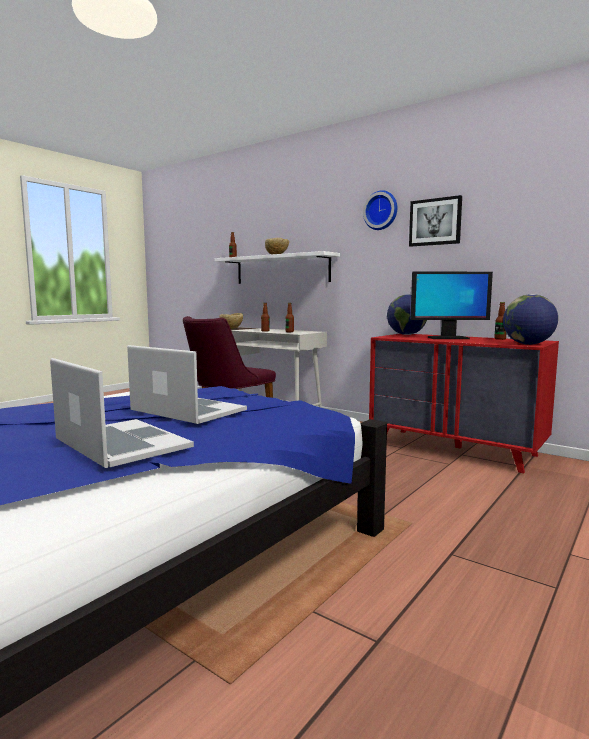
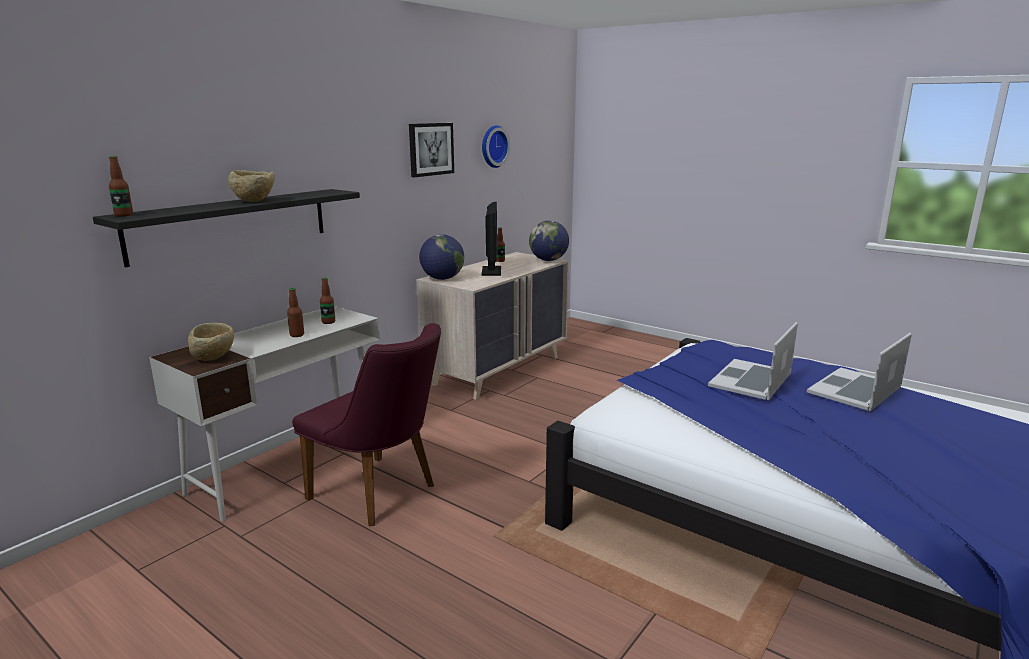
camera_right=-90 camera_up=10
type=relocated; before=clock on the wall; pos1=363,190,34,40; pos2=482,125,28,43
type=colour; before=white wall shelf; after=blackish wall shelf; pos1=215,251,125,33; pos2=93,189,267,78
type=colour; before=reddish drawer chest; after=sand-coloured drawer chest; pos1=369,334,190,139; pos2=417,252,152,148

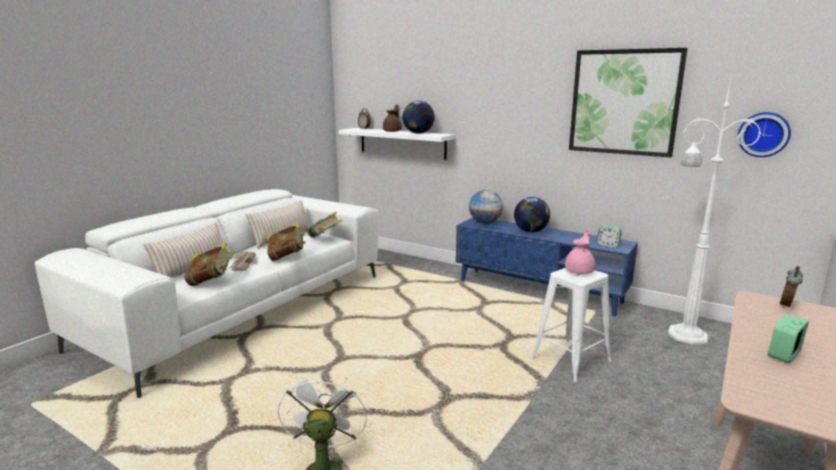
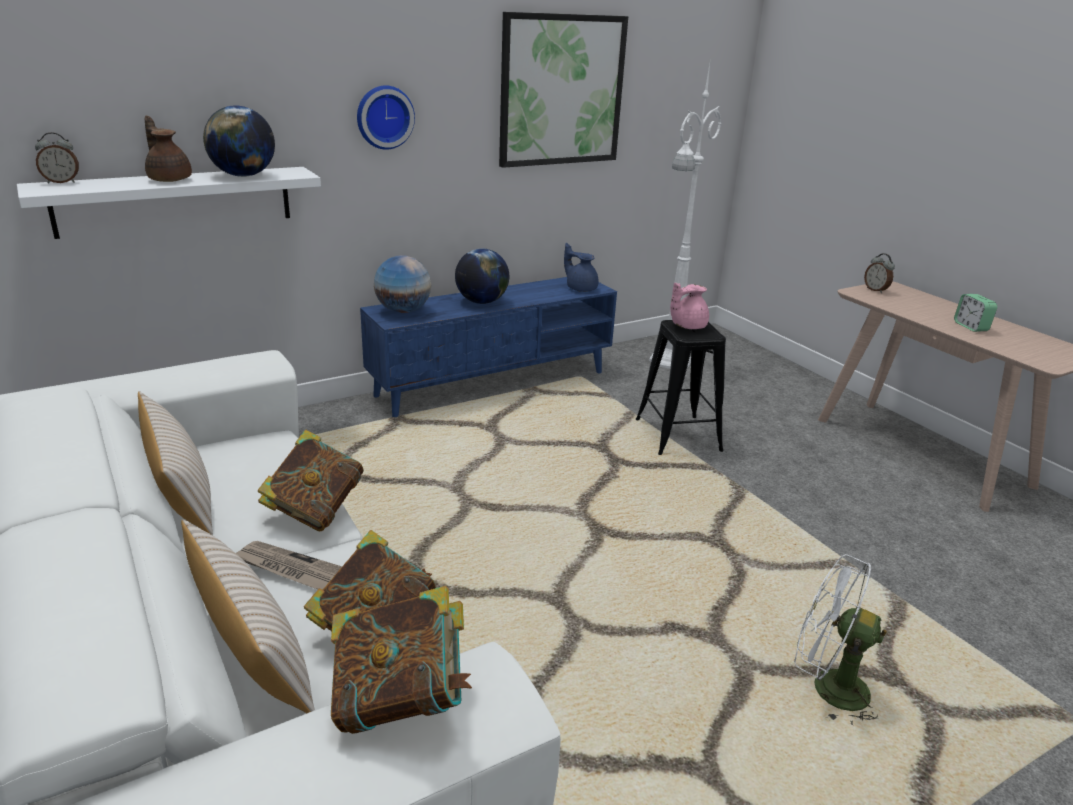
camera_right=-65 camera_up=10
type=relocated; before=clock on the wall; pos1=737,112,54,45; pos2=357,85,58,65
type=relocated; before=book; pos1=307,212,35,26; pos2=331,586,141,148
type=exchanged; before=bedside clock; after=bluish teapot; pos1=597,225,25,23; pos2=564,243,35,49
type=spun; before=pinkish teapot; pos1=565,228,31,46; pos2=670,283,39,46; turn=-90
type=colour; before=white stool seat; after=blackish stool seat; pos1=531,268,81,114; pos2=635,320,91,135

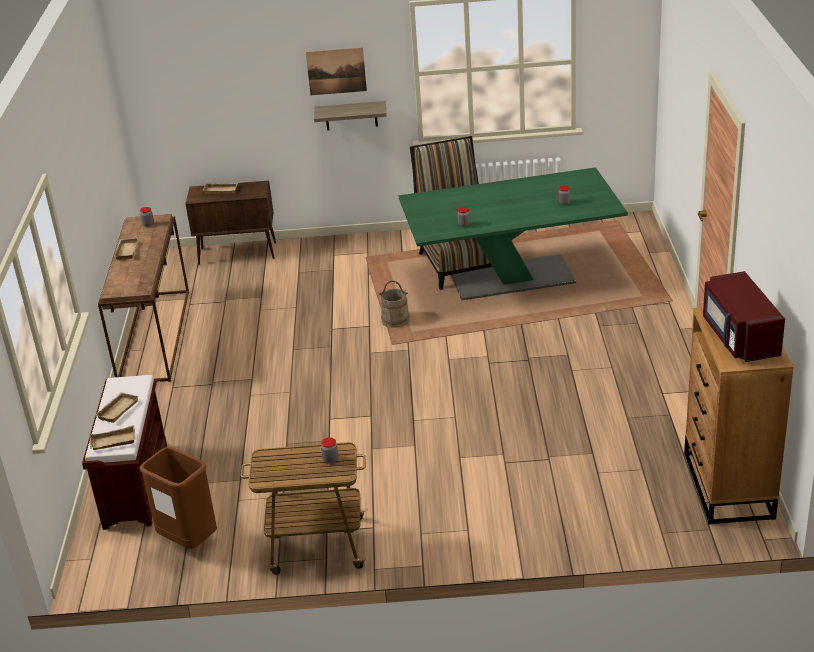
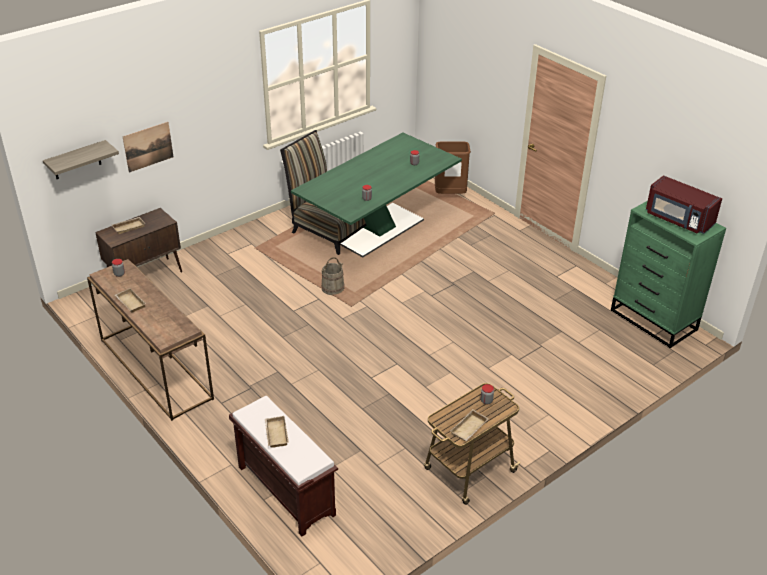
camera_right=-40 camera_up=5
type=relocated; before=wall picture; pos1=306,47,61,48; pos2=123,122,50,51
type=relocated; before=wall shelf; pos1=314,101,73,29; pos2=43,140,76,39
type=colour; before=brown drawer chest; after=green drawer chest; pos1=684,307,110,217; pos2=611,201,115,147
type=relocated; before=sand-coloured tray; pos1=90,425,45,25; pos2=450,409,39,32
type=relocated; before=brown trash can; pos1=139,447,78,102; pos2=435,141,36,53

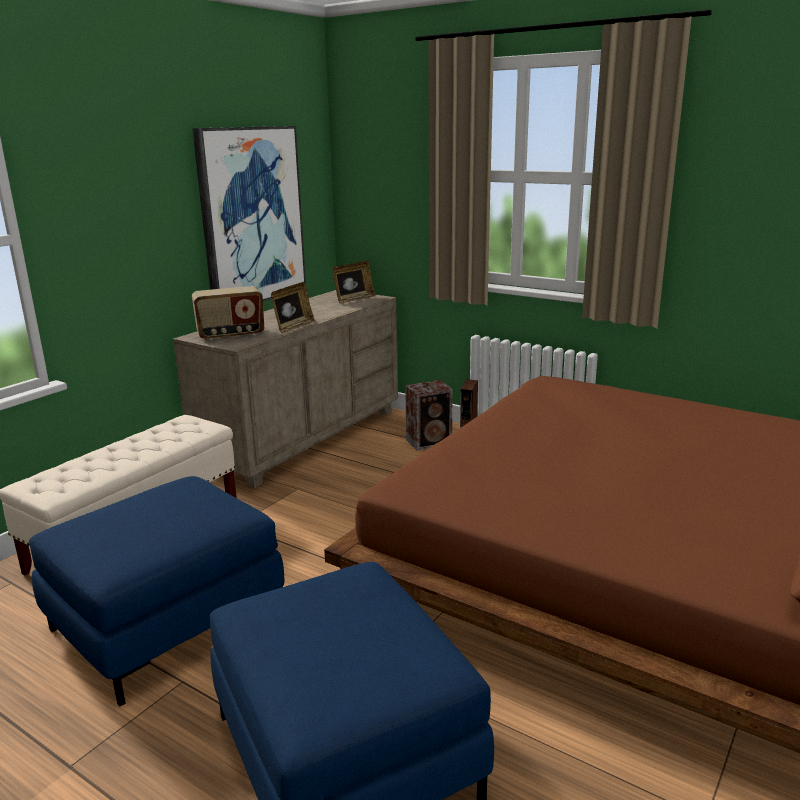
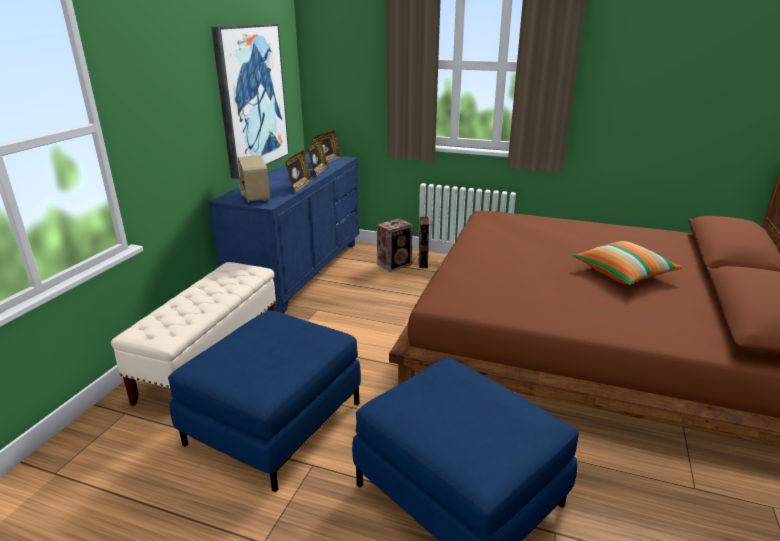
camera_right=-15 camera_up=5
type=spun; before=radio set; pos1=192,286,72,55; pos2=238,155,32,48; turn=105
type=colour; before=sand-coloured drawer chest; after=bluish drawer chest; pos1=173,290,225,199; pos2=208,153,151,160
type=appeared; after=photo frame; pos2=308,138,21,38
type=appeared; after=cushion; pos2=573,241,109,44

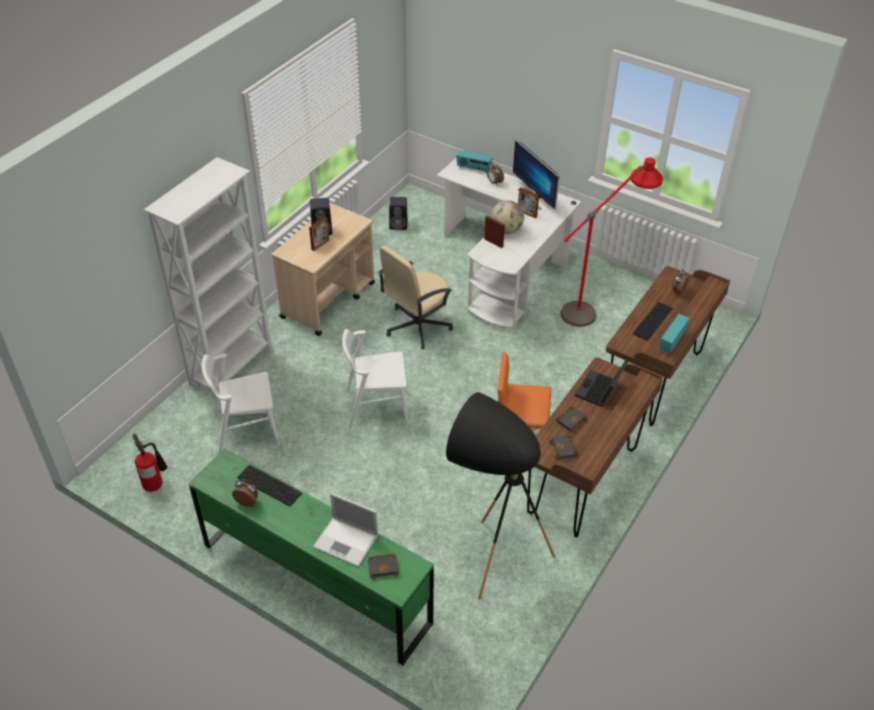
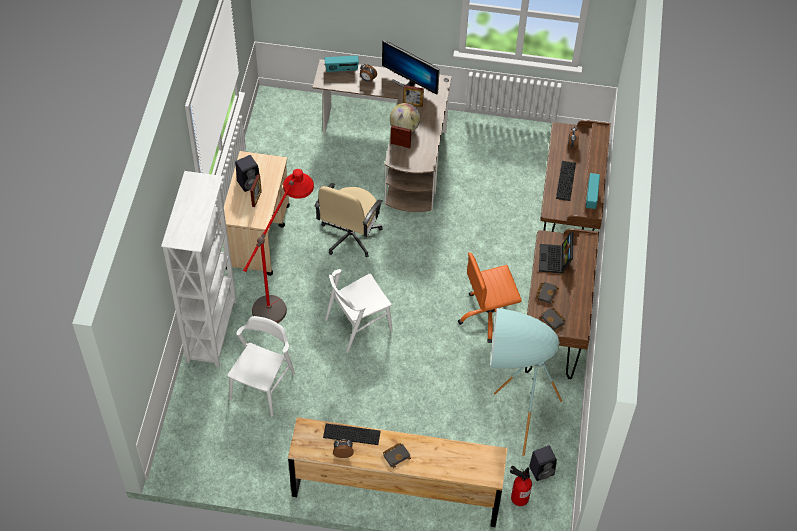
camera_right=-25 camera_up=10
type=relocated; before=reddish floor lamp; pos1=560,157,103,170; pos2=243,169,71,154
type=colour; before=white desk; after=brown desk; pos1=437,158,144,172; pos2=313,59,139,153
type=relocated; before=blackish speaker; pos1=389,197,19,33; pos2=529,445,28,36
type=spun; before=white chair; pos1=202,354,78,99; pos2=228,316,67,100; turn=150
type=colour; before=blackish floor lamp; after=turquoise floor lamp; pos1=446,392,110,208; pos2=490,308,72,148
type=relocated; before=extinguisher; pos1=132,434,35,58; pos2=510,466,22,40
type=colour; before=green drawer chest; after=brown drawer chest; pos1=188,448,246,217; pos2=288,417,219,110
type=missing; before=notebook computer; pos1=313,493,65,74
type=relocated; before=blackish book; pos1=368,554,31,25; pos2=383,443,28,25

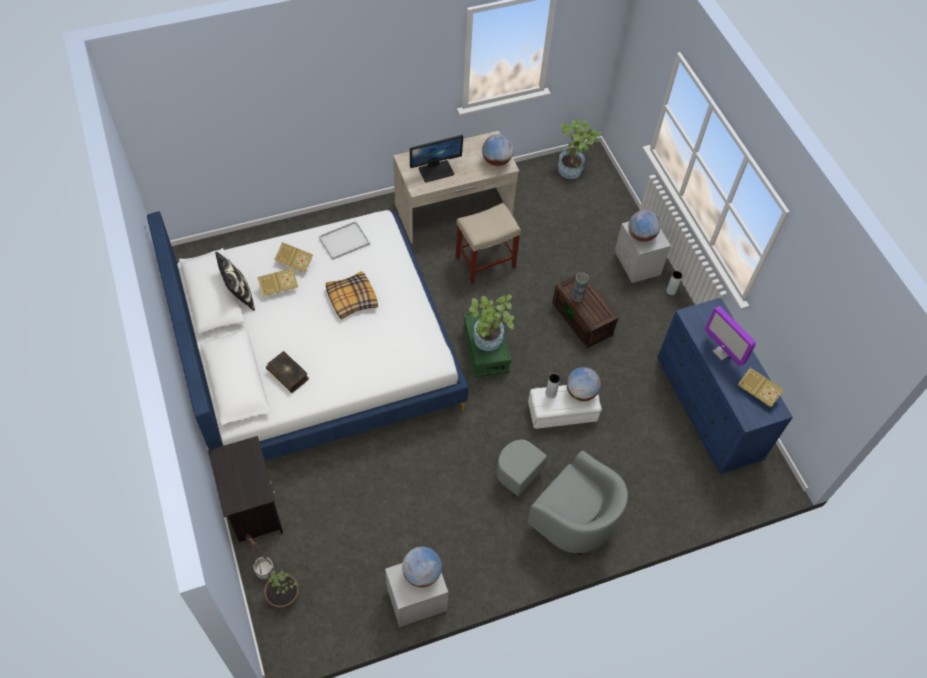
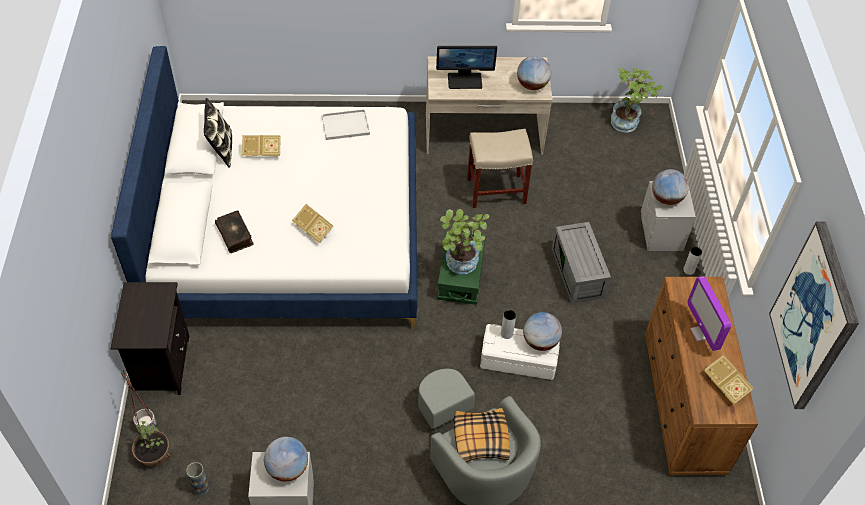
camera_right=20 camera_up=-5
type=relocated; before=book; pos1=274,242,39,31; pos2=292,204,41,39
type=relocated; before=cushion; pos1=326,271,52,48; pos2=454,408,56,54
type=relocated; before=flower vase; pos1=572,272,17,30; pos2=186,462,23,34
type=colour; before=brown storage box; after=greyish storage box; pos1=552,276,66,72; pos2=551,222,60,82
type=colour; before=bluish drawer chest; after=brown drawer chest; pos1=657,298,136,176; pos2=645,277,113,198
type=appeared; after=wall picture; pos2=769,222,90,187

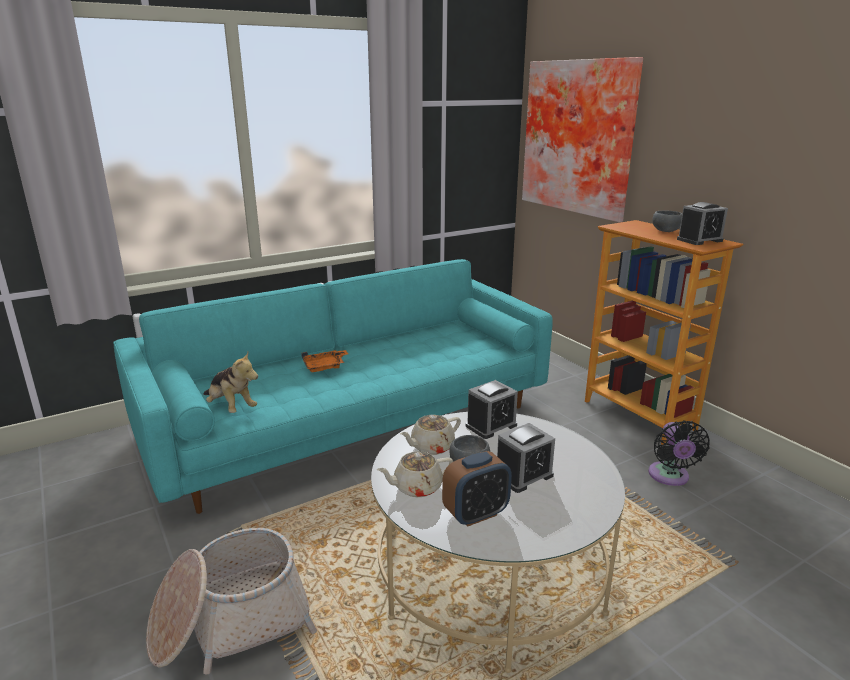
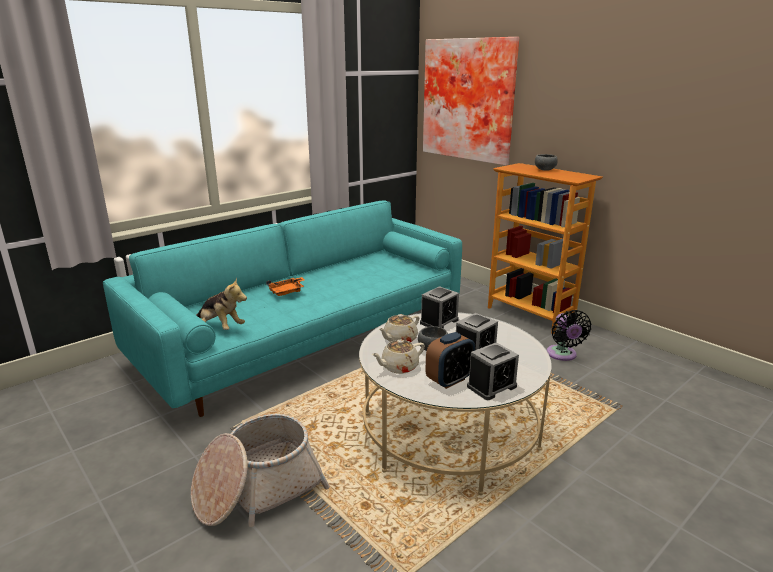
camera_right=-10 camera_up=0
type=relocated; before=bedside clock; pos1=677,202,51,43; pos2=467,342,52,58

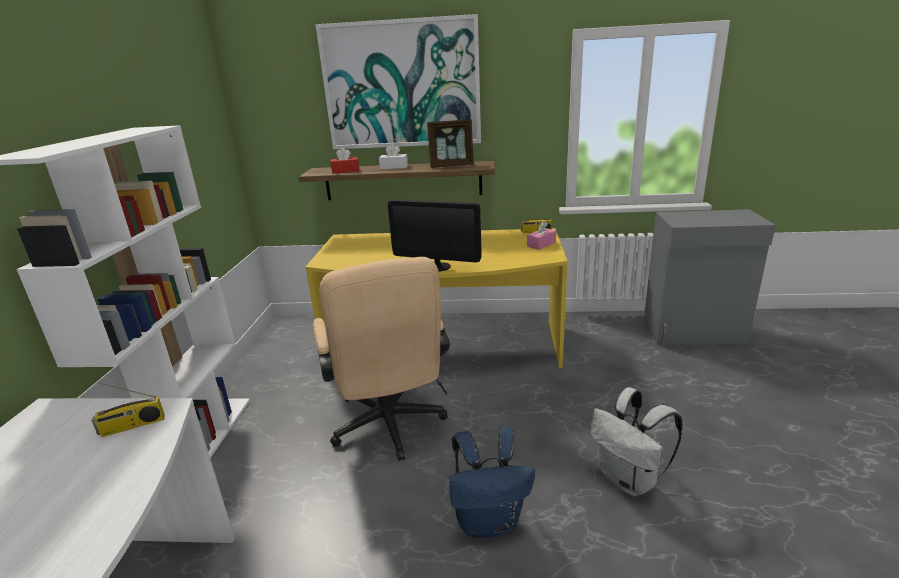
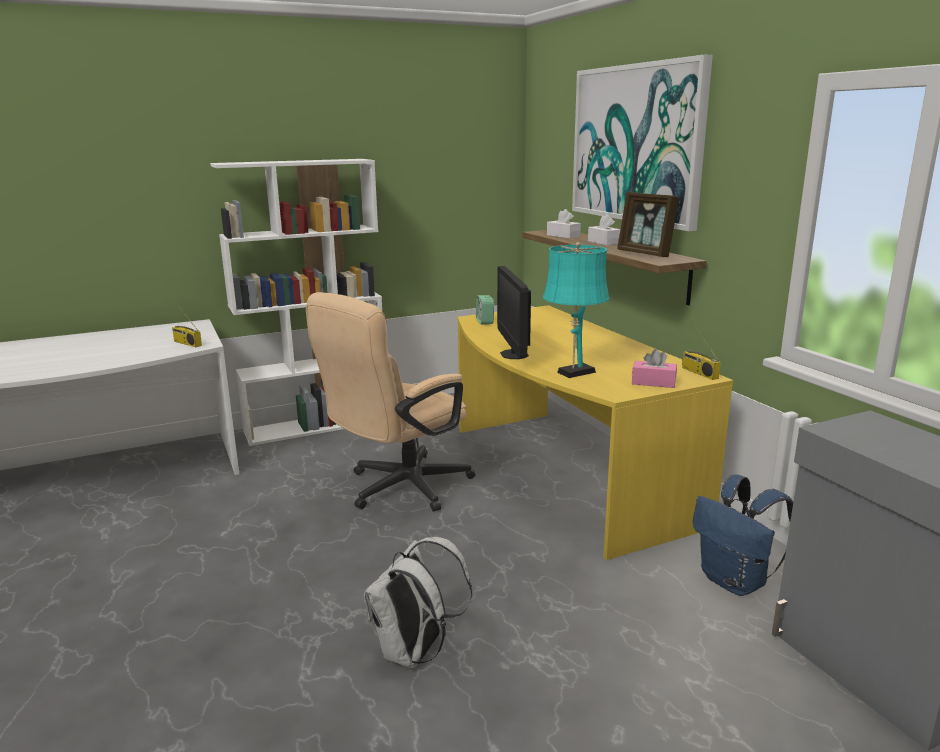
camera_right=60 camera_up=-5
type=colour; before=reddish box of tissues; after=white box of tissues; pos1=331,148,28,26; pos2=547,209,34,30
type=relocated; before=bluish backpack; pos1=449,426,86,112; pos2=692,474,101,122
type=appeared; after=turquoise tabletop lamp; pos2=543,242,67,136
type=appeared; after=bedside clock; pos2=476,295,18,30

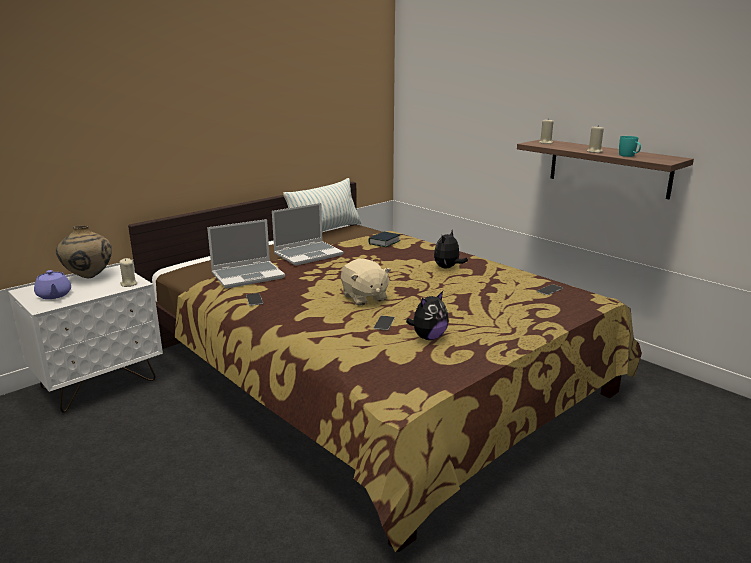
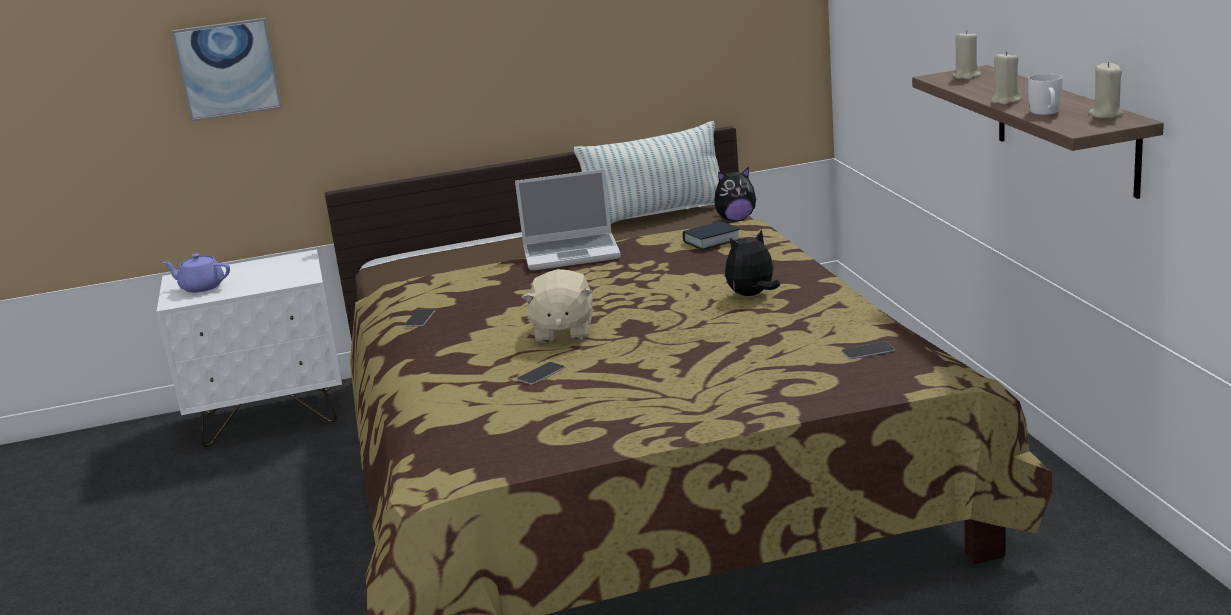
camera_right=30 camera_up=0
type=colour; before=turquoise tea mug; after=white tea mug; pos1=619,136,22,21; pos2=1028,74,35,41
type=missing; before=notebook computer; pos1=207,219,78,70
type=missing; before=sand-coloured flower vase; pos1=56,225,56,53
type=relocated; before=sand-coloured candle; pos1=119,258,18,29; pos2=1089,62,34,56
type=spun; before=purple teapot; pos1=34,270,37,29; pos2=162,253,68,40; turn=105
type=relocated; before=soft toy; pos1=406,291,43,49; pos2=714,167,42,54
type=appeared; after=wall picture; pos2=171,18,111,103

